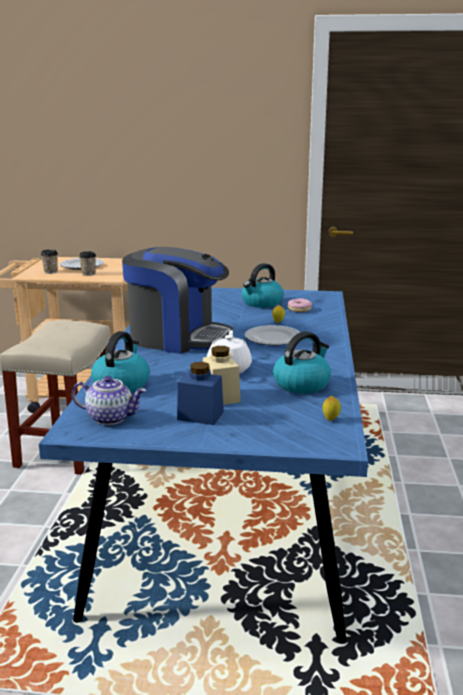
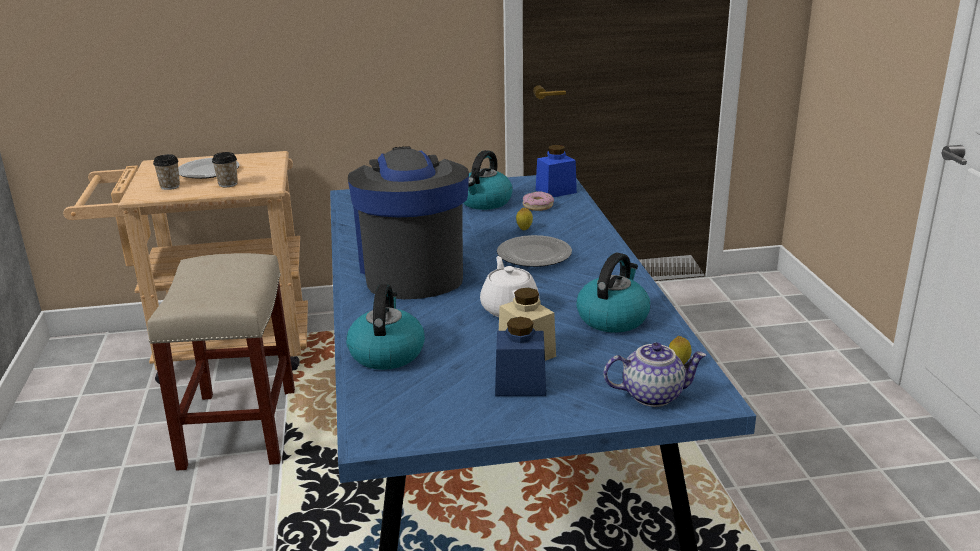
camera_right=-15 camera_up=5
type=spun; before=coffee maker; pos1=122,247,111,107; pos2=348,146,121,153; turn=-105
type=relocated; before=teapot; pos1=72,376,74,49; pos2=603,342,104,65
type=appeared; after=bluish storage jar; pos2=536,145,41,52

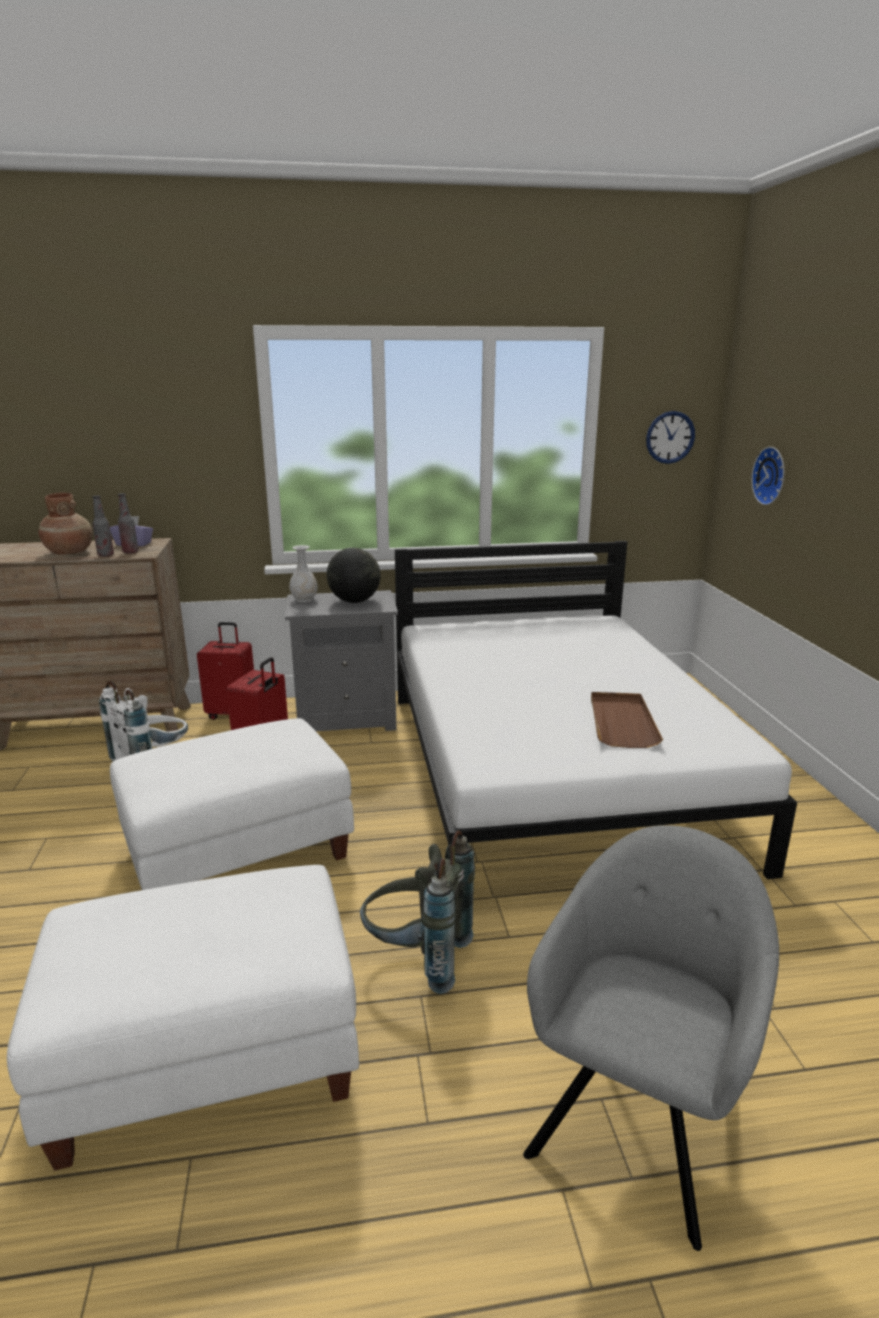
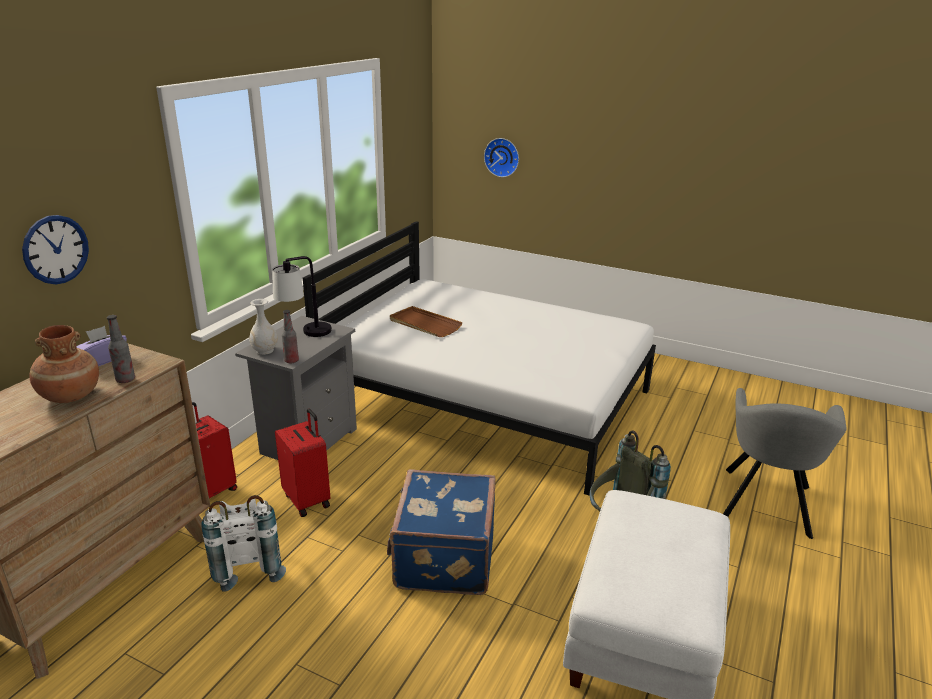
camera_right=-55 camera_up=5
type=relocated; before=clock on the wall; pos1=646,411,49,53; pos2=22,215,67,69
type=relocated; before=bottle; pos1=118,493,20,61; pos2=282,310,17,53
type=exchanged; before=globe; after=tabletop lamp; pos1=327,547,53,56; pos2=272,256,60,81
type=relocated; before=brown tray; pos1=591,692,72,56; pos2=390,306,73,31
type=exchanged; before=white pouffe; after=bluish suitcase; pos1=110,718,244,172; pos2=387,469,109,126
type=spun; before=greyish lounge chair; pos1=523,825,256,426; pos2=723,388,124,151; turn=-135

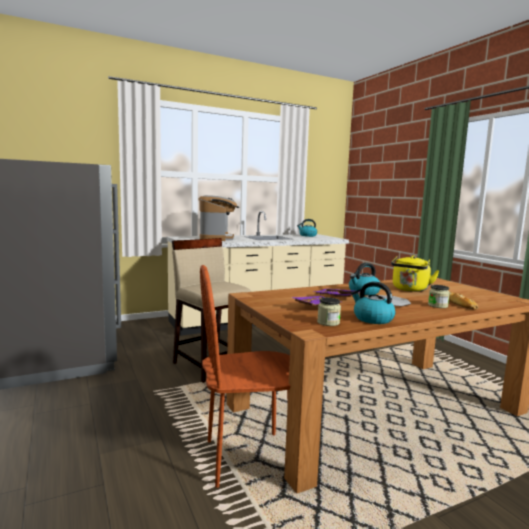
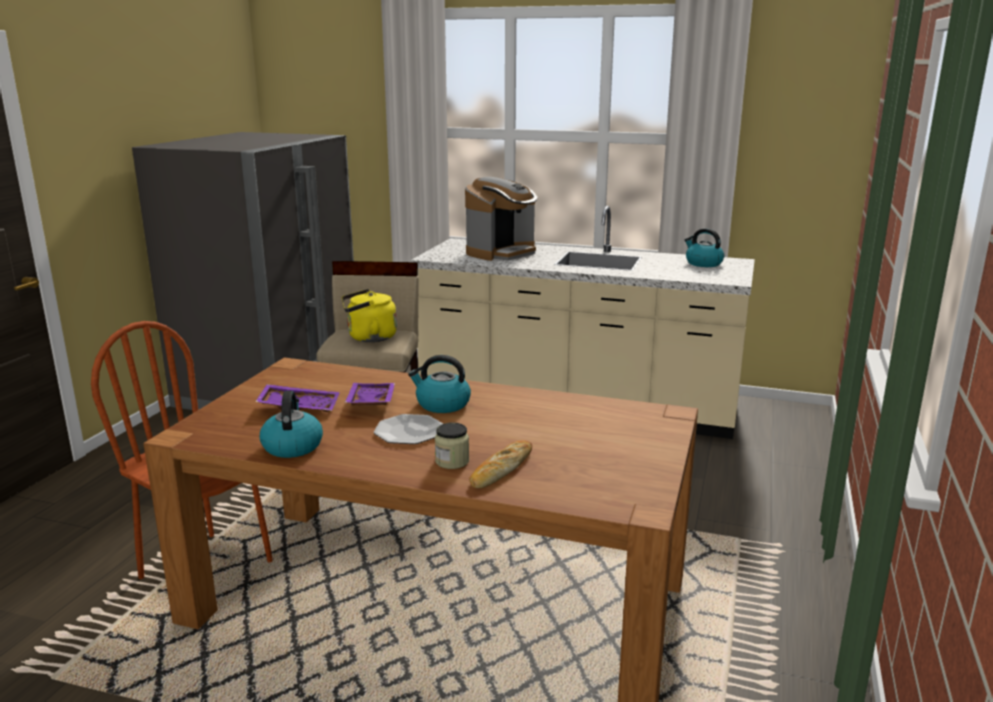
camera_right=45 camera_up=10
type=relocated; before=yellowish kettle; pos1=391,255,48,37; pos2=342,289,55,53
type=missing; before=storage jar; pos1=317,297,24,29

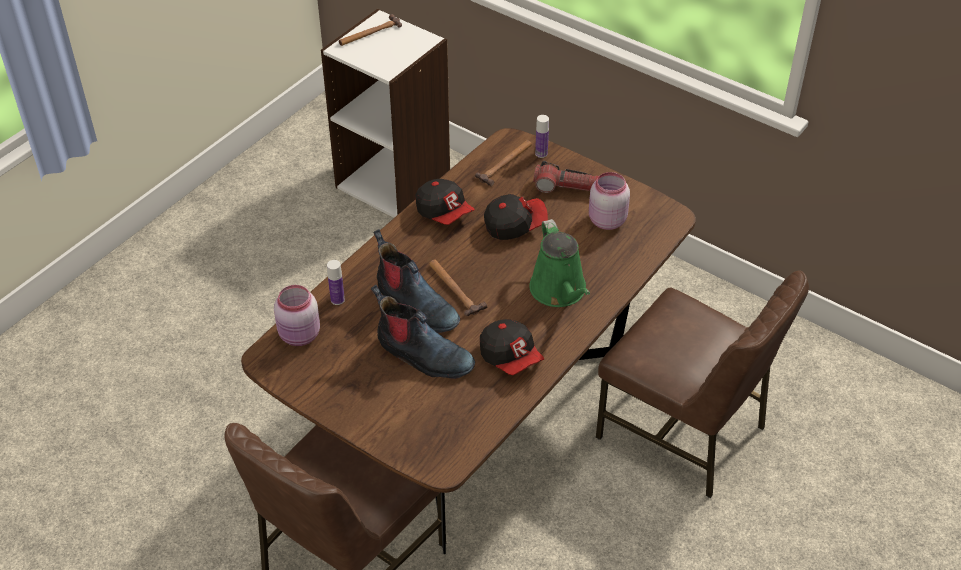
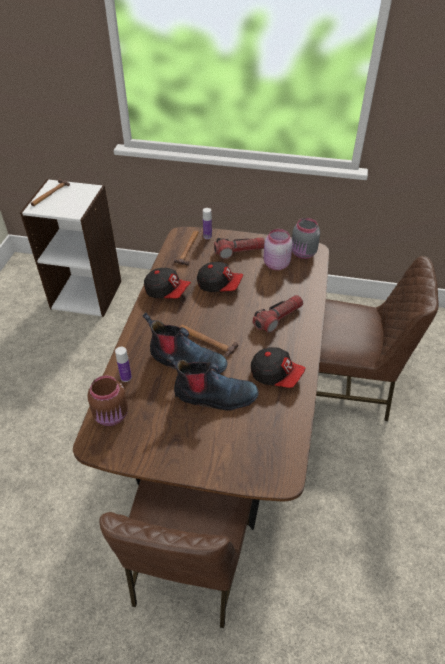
camera_right=-25 camera_up=0
type=spun; before=peaked cap; pos1=484,194,64,46; pos2=197,262,46,30; turn=60
type=exchanged; before=green watering pot; after=torch; pos1=529,219,61,88; pos2=253,295,50,38
type=colour; before=pinkish storage jar; after=brown storage jar; pos1=274,285,46,61; pos2=87,376,41,50
type=appeared; after=greyish storage jar; pos2=292,218,28,41

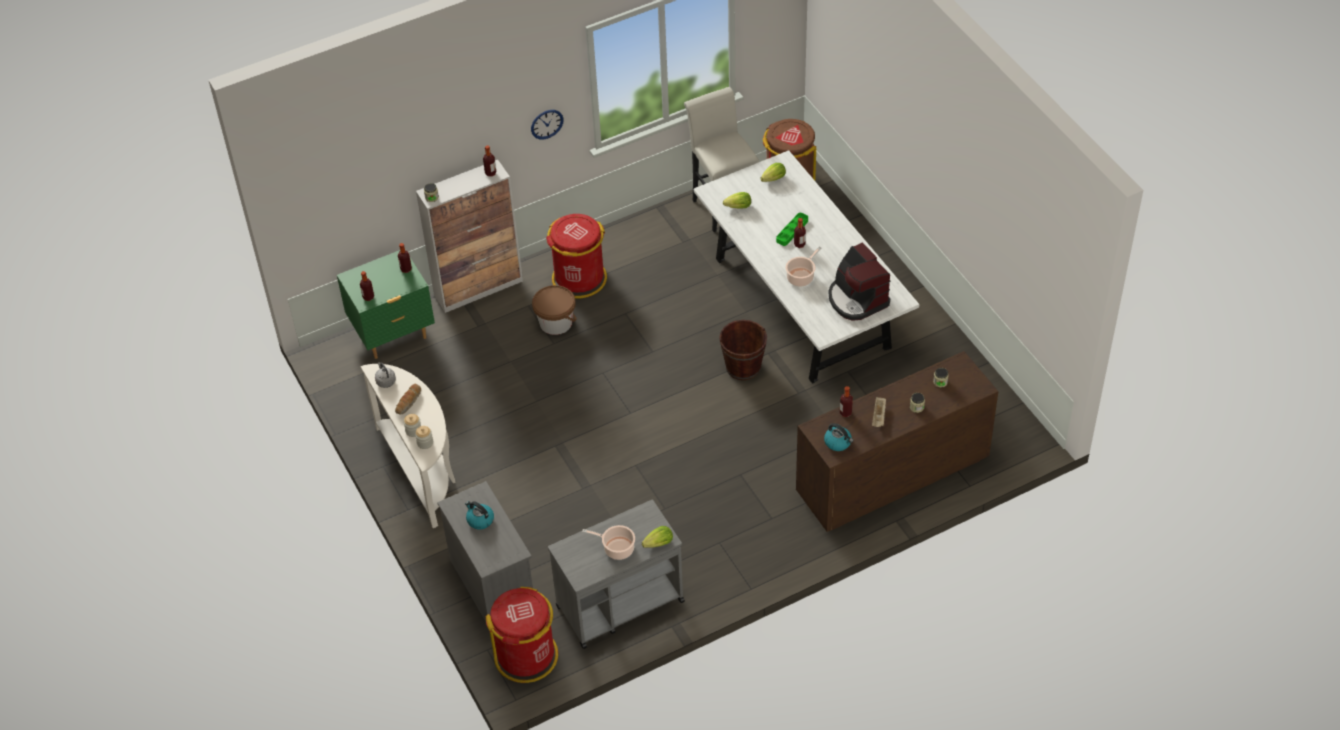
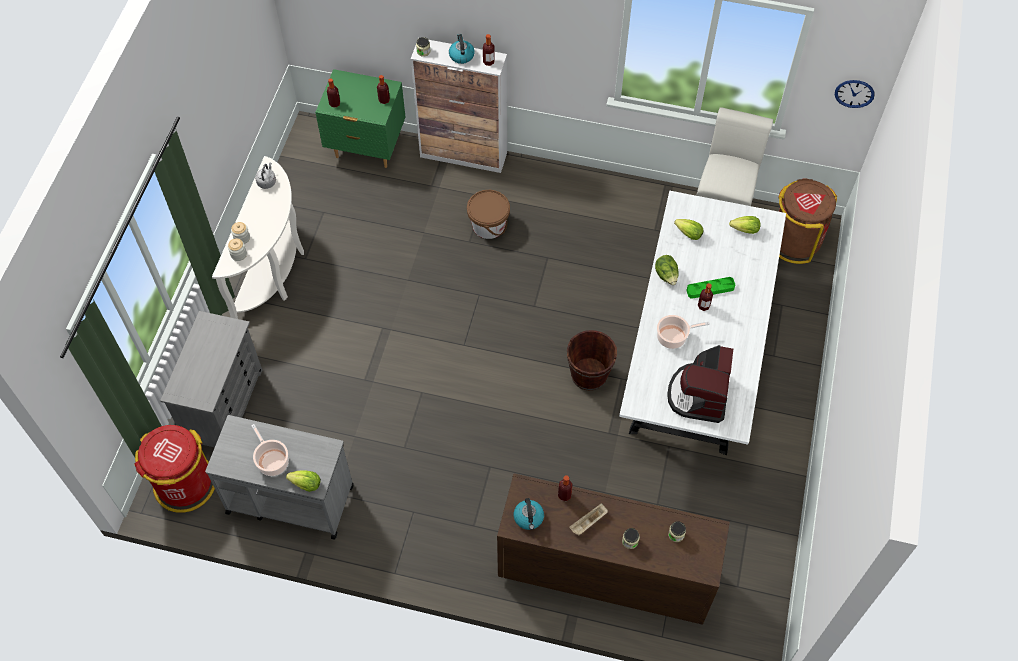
camera_right=40 camera_up=10
type=relocated; before=clock on the wall; pos1=531,110,33,29; pos2=835,80,40,28
type=missing; before=reddish trash can; pos1=546,214,61,84
type=missing; before=bread; pos1=395,384,26,30
type=relocated; before=kettle; pos1=465,501,29,28; pos2=449,34,26,30
type=appeared; after=head of lettuce; pos2=655,255,24,30

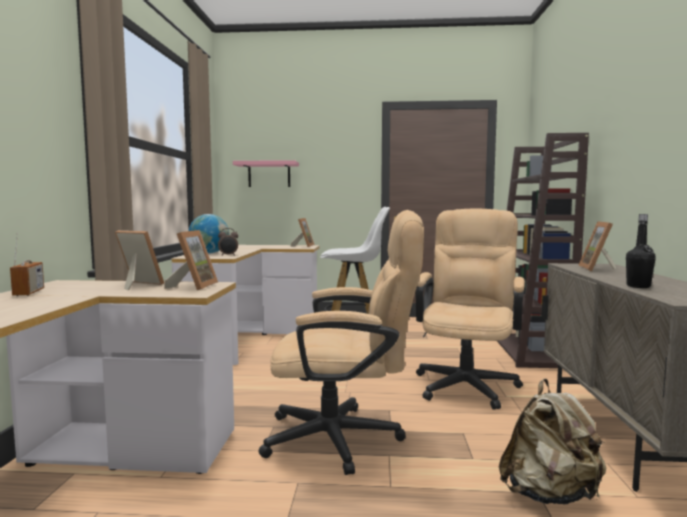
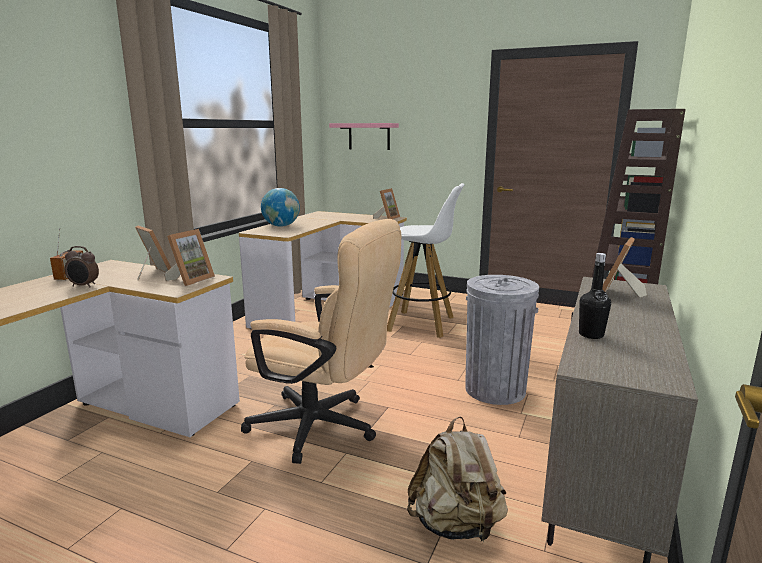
camera_right=20 camera_up=10
type=exchanged; before=sand-coloured office chair; after=greyish trash can; pos1=415,209,110,201; pos2=465,275,74,130
type=relocated; before=bedside clock; pos1=218,228,20,28; pos2=65,246,34,41

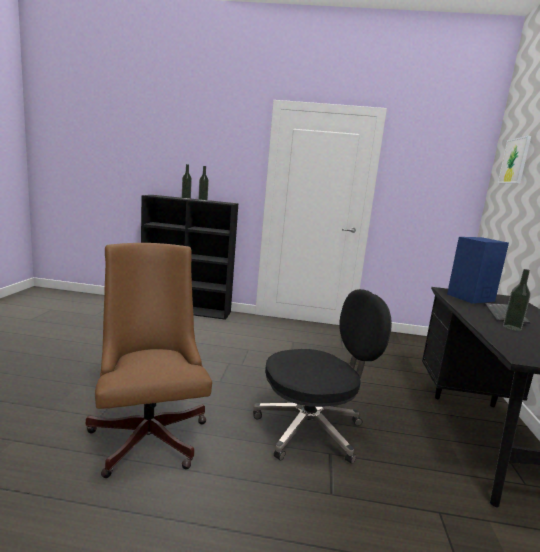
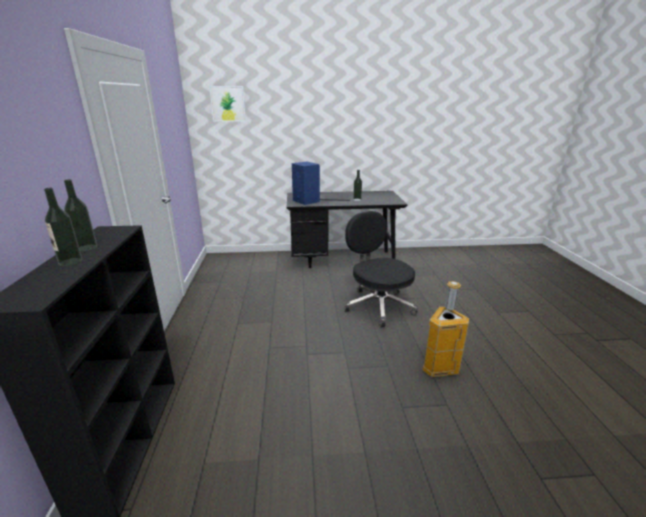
camera_right=-100 camera_up=10
type=exchanged; before=brown office chair; after=trash can; pos1=86,243,126,235; pos2=423,281,46,96

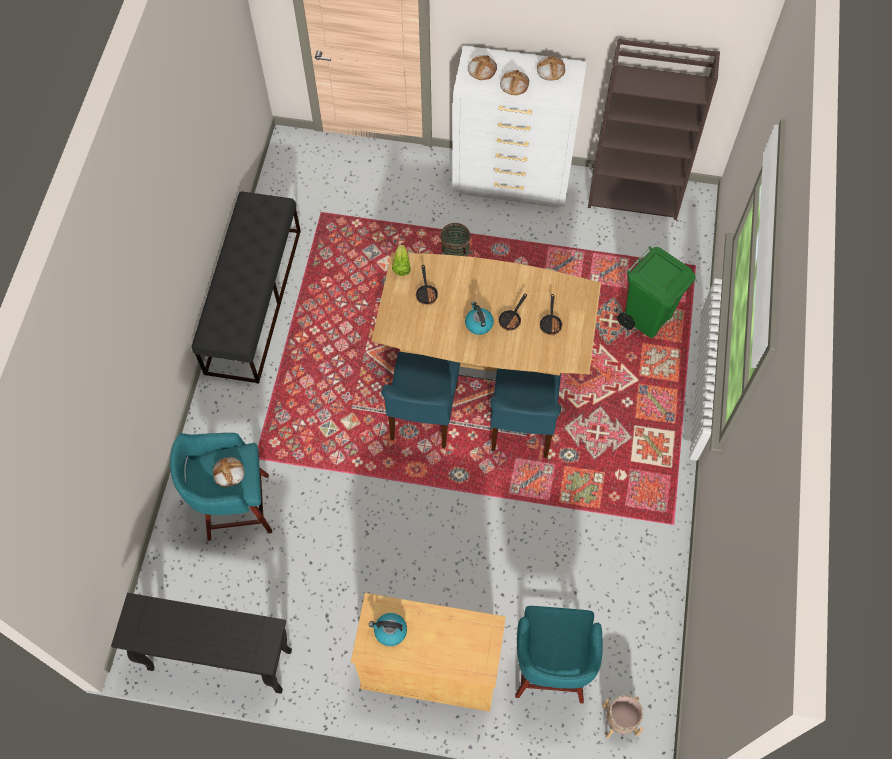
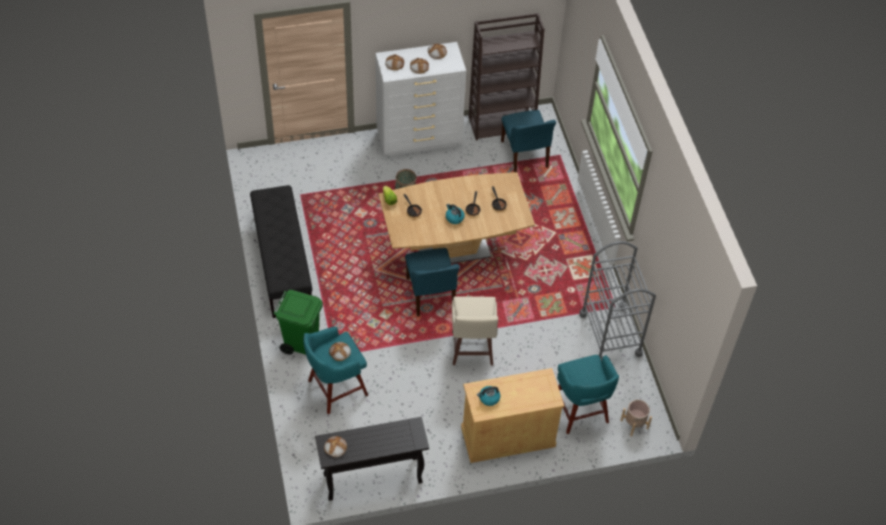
camera_right=-25 camera_up=-10
type=relocated; before=green trash can; pos1=617,246,79,92; pos2=274,290,49,65
type=relocated; before=bluish chair; pos1=490,368,71,90; pos2=501,110,55,62
type=appeared; after=greyish cart; pos2=579,241,77,121
type=appeared; after=sand-coloured stool seat; pos2=452,296,46,69
type=appeared; after=bread; pos2=324,436,23,21

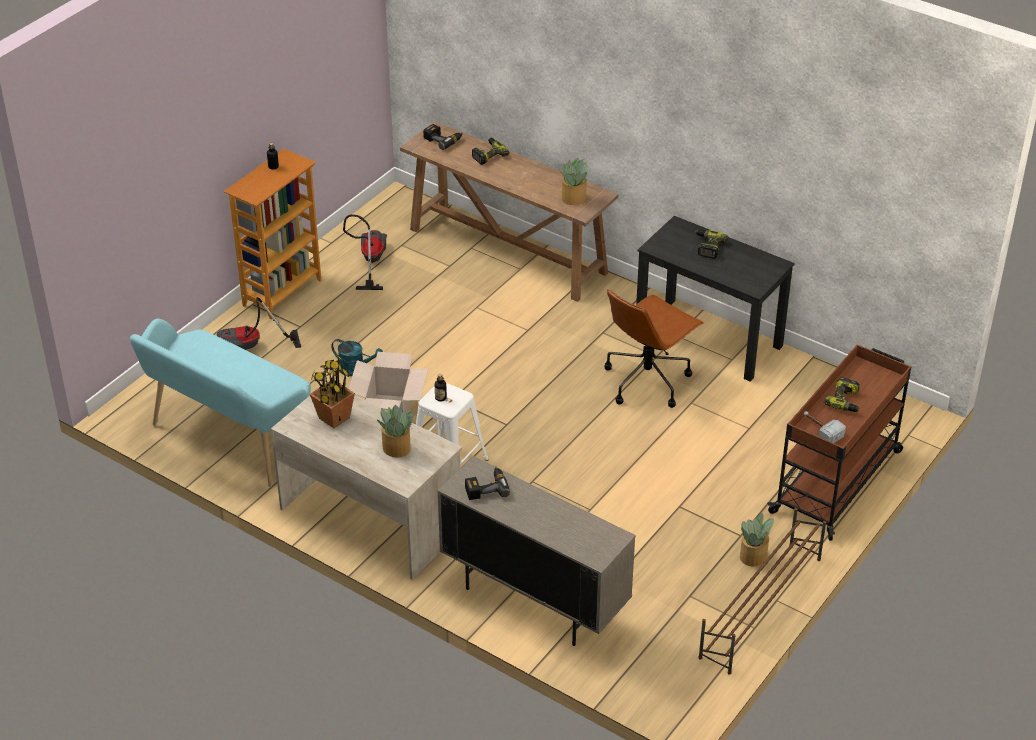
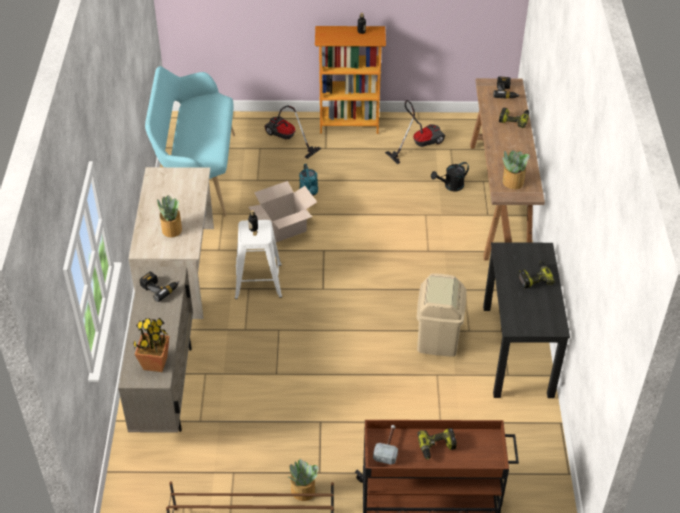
camera_right=55 camera_up=5
type=exchanged; before=brown office chair; after=sand-coloured trash can; pos1=605,289,99,119; pos2=417,273,49,84
type=relocated; before=houseplant; pos1=310,353,45,75; pos2=133,317,37,55
type=appeared; after=blackish watering pot; pos2=431,162,38,29

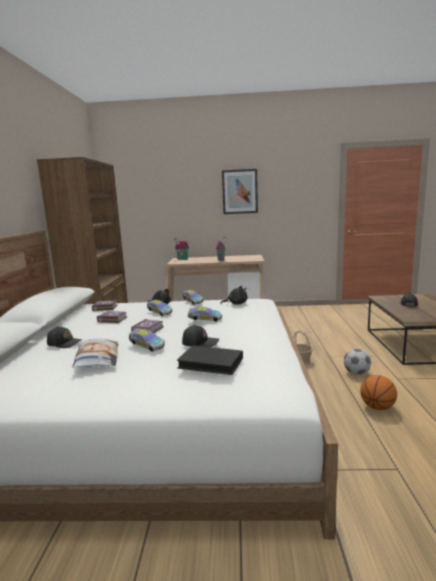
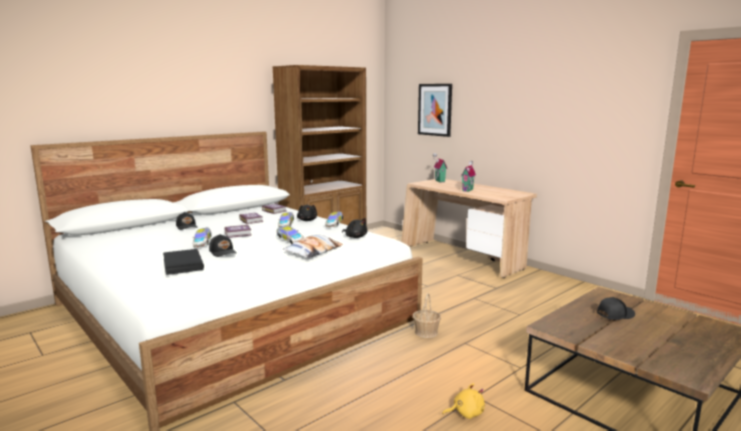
camera_right=45 camera_up=0
type=relocated; before=wall picture; pos1=222,169,36,45; pos2=418,84,34,53
type=relocated; before=cushion; pos1=72,338,47,30; pos2=283,235,60,23
type=missing; before=football ball; pos1=344,349,27,26
type=missing; before=basketball ball; pos1=360,375,37,35
type=appeared; after=yellowish soft toy; pos2=442,383,43,36

